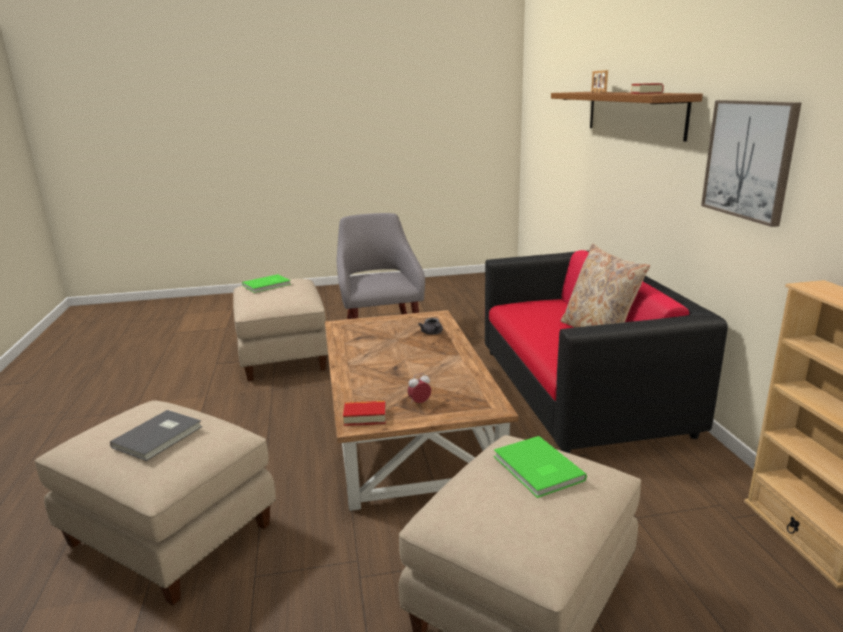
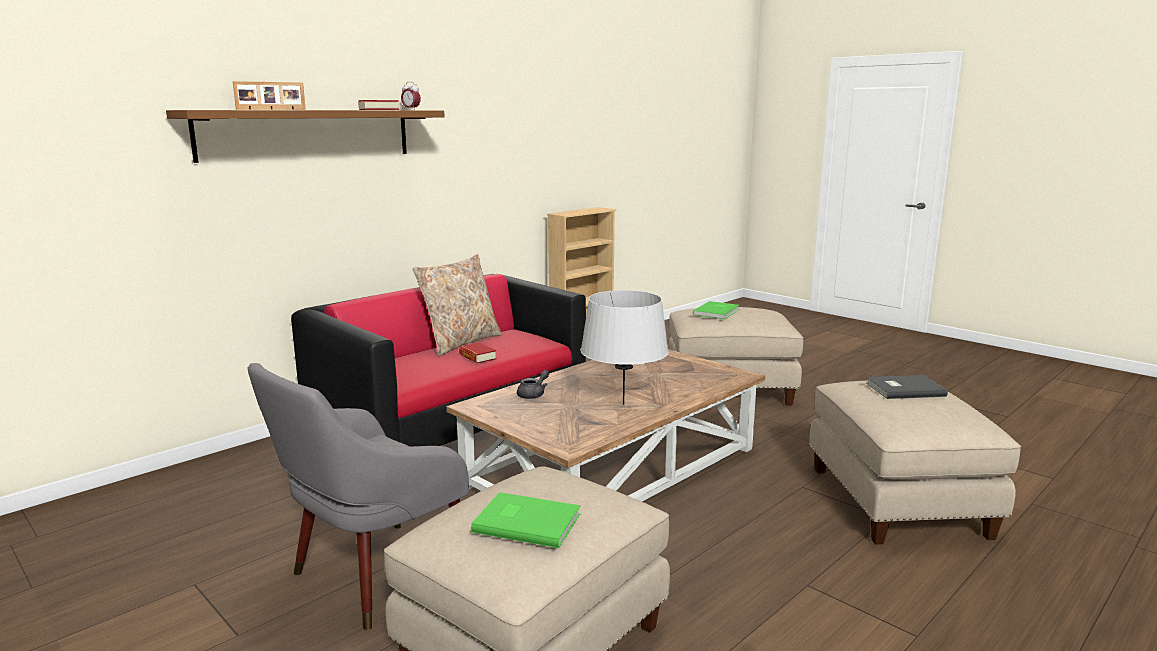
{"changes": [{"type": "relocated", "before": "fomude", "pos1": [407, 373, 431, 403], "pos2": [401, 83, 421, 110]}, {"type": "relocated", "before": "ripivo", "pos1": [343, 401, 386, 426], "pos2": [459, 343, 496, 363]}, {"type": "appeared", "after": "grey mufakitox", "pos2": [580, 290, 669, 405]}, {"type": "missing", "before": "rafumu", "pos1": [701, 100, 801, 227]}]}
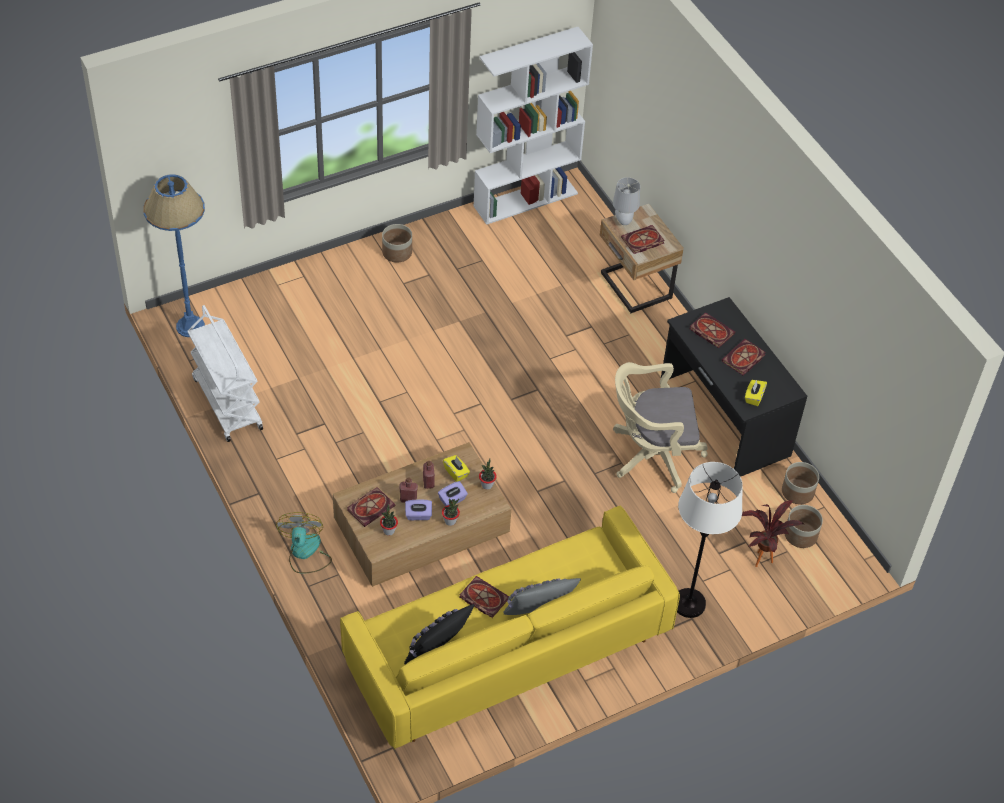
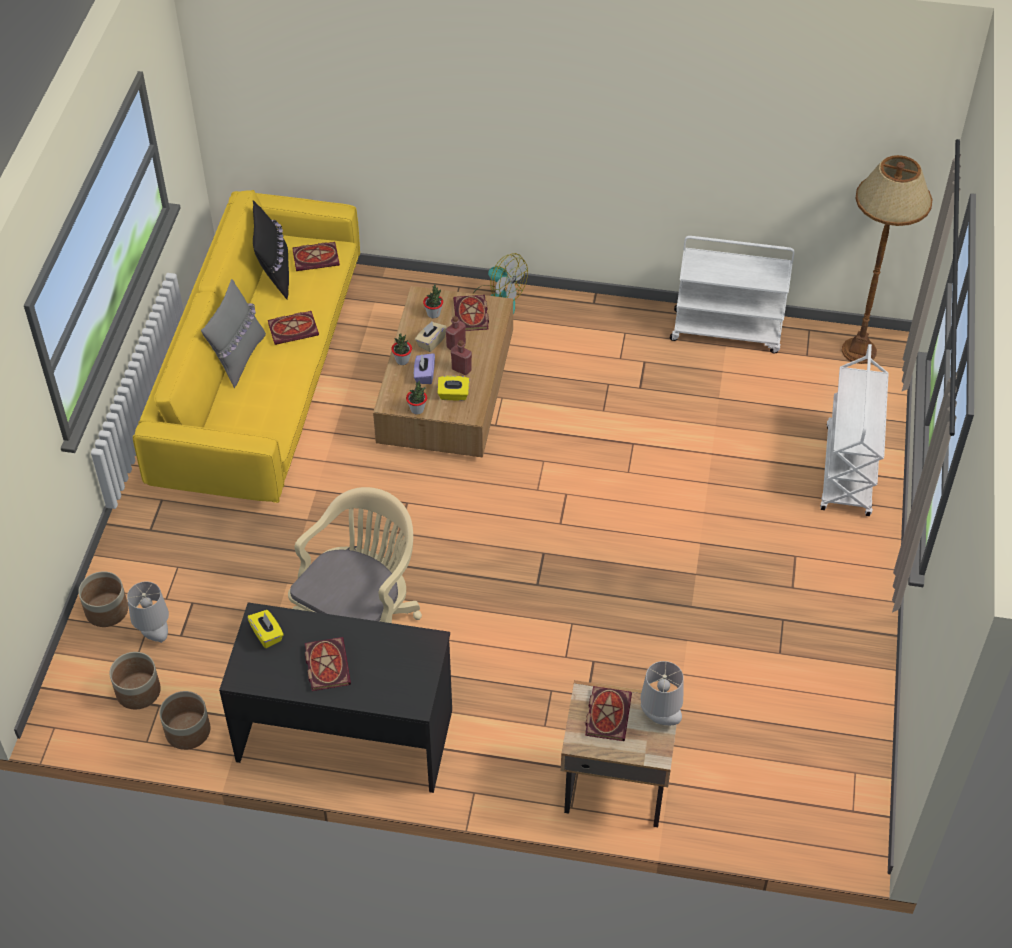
{"changes": [{"type": "relocated", "before": "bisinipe", "pos1": [382, 224, 412, 263], "pos2": [78, 571, 128, 627]}, {"type": "exchanged", "before": "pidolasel", "after": "grey mufakitox", "pos1": [742, 500, 804, 567], "pos2": [127, 581, 169, 643]}, {"type": "relocated", "before": "ripivo", "pos1": [689, 312, 735, 348], "pos2": [292, 242, 340, 271]}, {"type": "colour", "before": "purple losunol", "after": "beige losunol", "pos1": [405, 499, 432, 520], "pos2": [415, 321, 447, 352]}, {"type": "appeared", "after": "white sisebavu", "pos2": [820, 344, 889, 516]}, {"type": "colour", "before": "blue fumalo", "after": "brown fumalo", "pos1": [144, 174, 205, 337], "pos2": [842, 155, 932, 364]}, {"type": "missing", "before": "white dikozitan", "pos1": [473, 27, 593, 225]}, {"type": "missing", "before": "white fumalo", "pos1": [677, 462, 743, 618]}]}
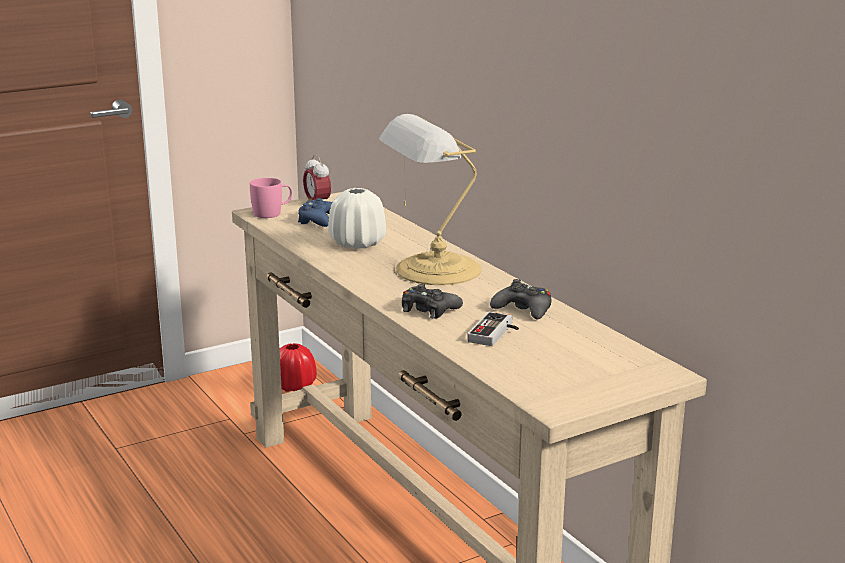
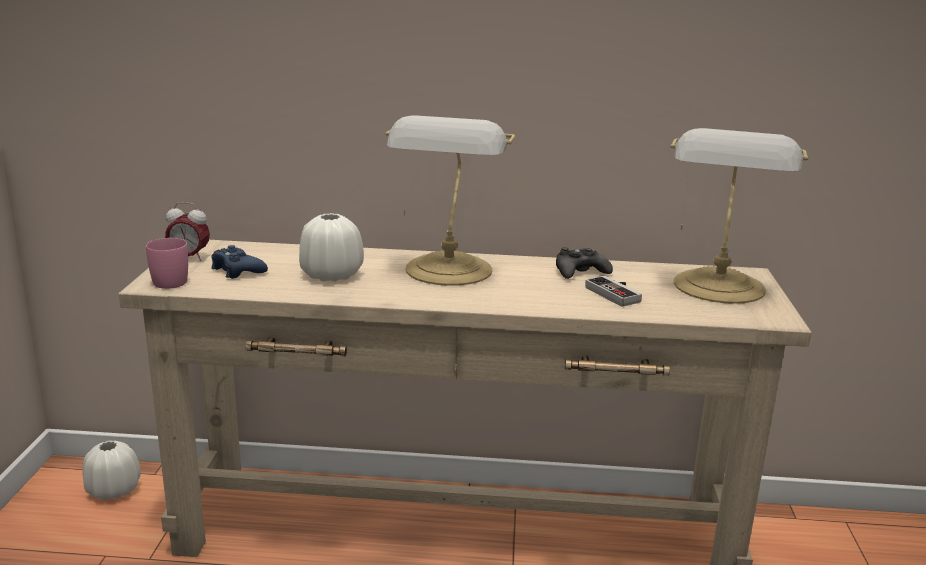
{"changes": [{"type": "colour", "before": "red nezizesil", "after": "white nezizesil", "pos1": [279, 343, 317, 392], "pos2": [82, 441, 141, 501]}, {"type": "appeared", "after": "mufakitox", "pos2": [670, 128, 809, 304]}, {"type": "missing", "before": "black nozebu", "pos1": [402, 284, 463, 319]}]}
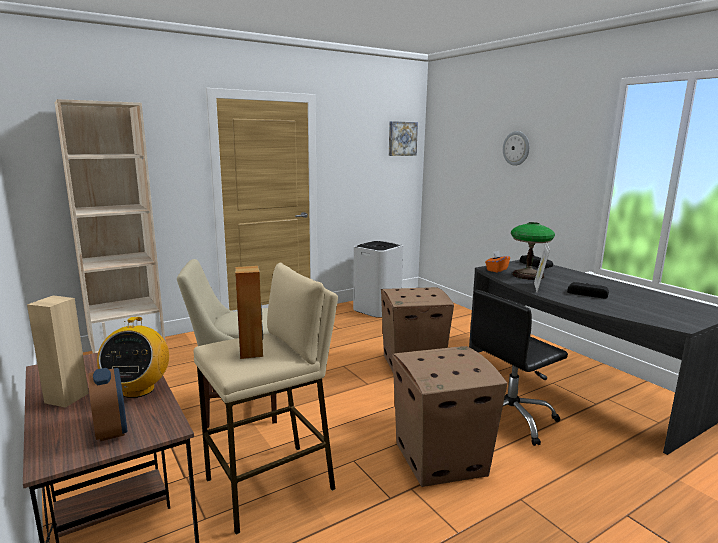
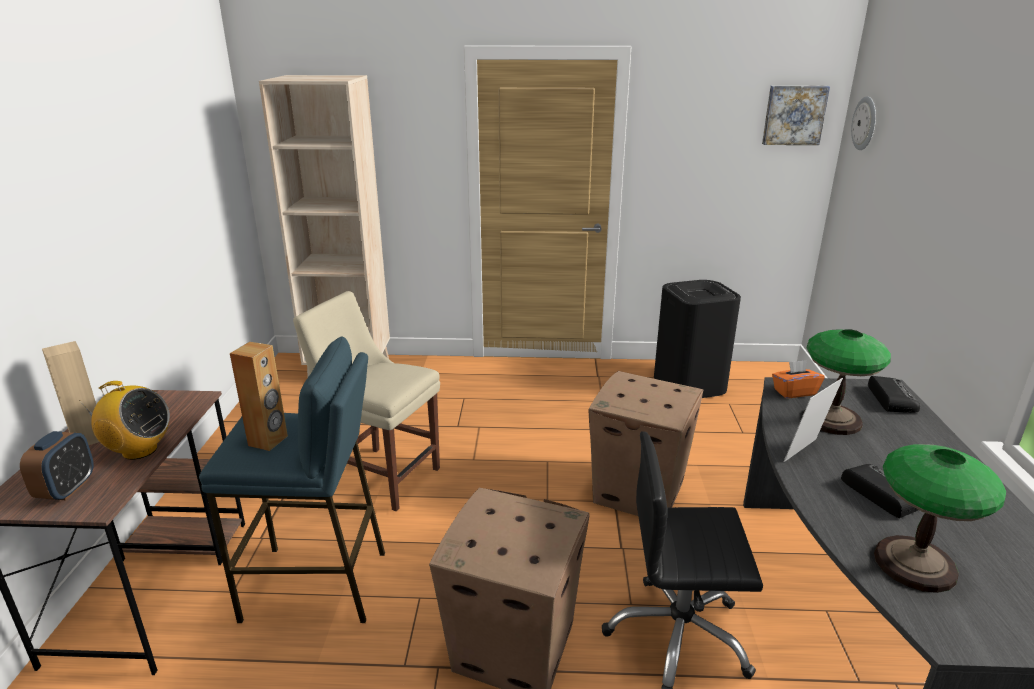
{"changes": [{"type": "spun", "before": "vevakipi", "pos1": [97, 317, 169, 398], "pos2": [79, 381, 170, 460], "turn": -105}, {"type": "colour", "before": "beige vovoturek", "after": "blue vovoturek", "pos1": [194, 263, 338, 535], "pos2": [199, 337, 385, 623]}, {"type": "colour", "before": "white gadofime", "after": "black gadofime", "pos1": [353, 241, 403, 318], "pos2": [654, 280, 741, 398]}, {"type": "relocated", "before": "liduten", "pos1": [503, 131, 530, 166], "pos2": [851, 96, 876, 150]}, {"type": "appeared", "after": "mufakitox", "pos2": [874, 444, 1006, 593]}]}
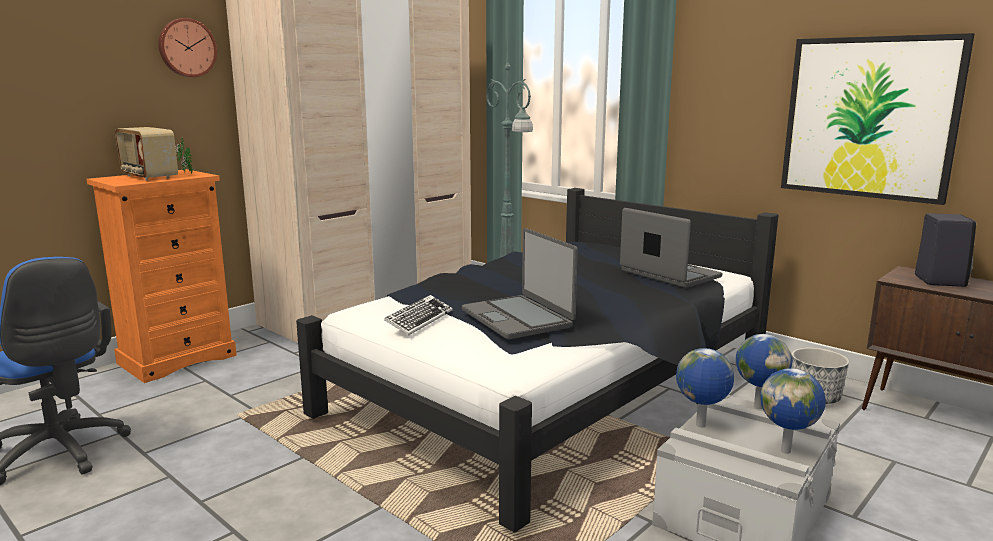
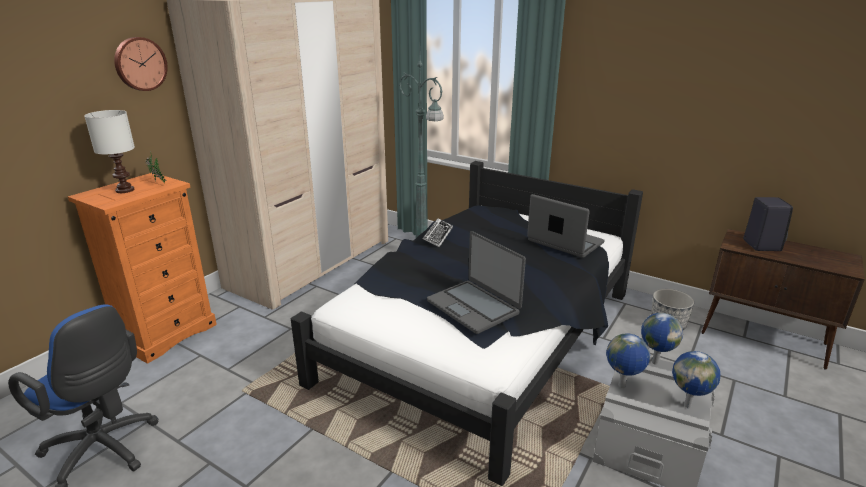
{"changes": [{"type": "exchanged", "before": "vevakipi", "after": "white mufakitox", "pos1": [115, 127, 178, 181], "pos2": [84, 110, 135, 193]}, {"type": "relocated", "before": "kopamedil", "pos1": [384, 295, 453, 335], "pos2": [423, 218, 453, 247]}, {"type": "missing", "before": "rafumu", "pos1": [781, 33, 974, 205]}]}
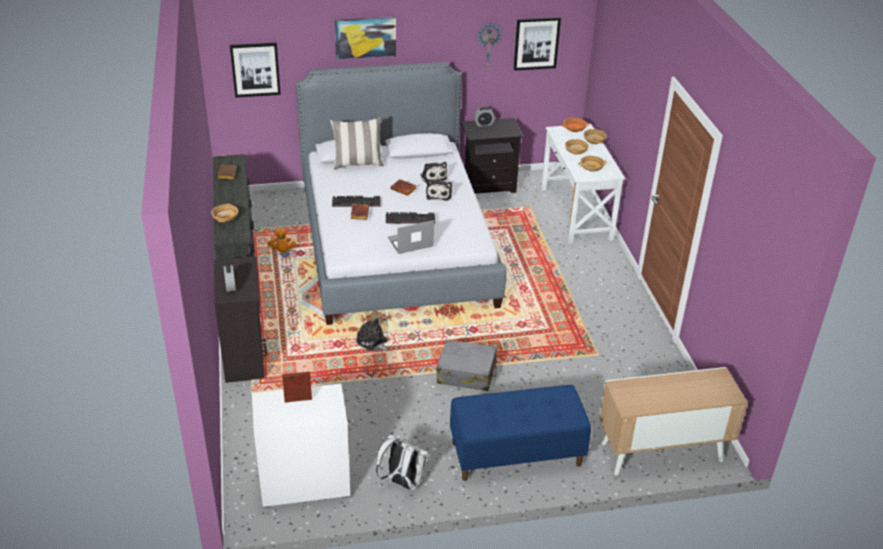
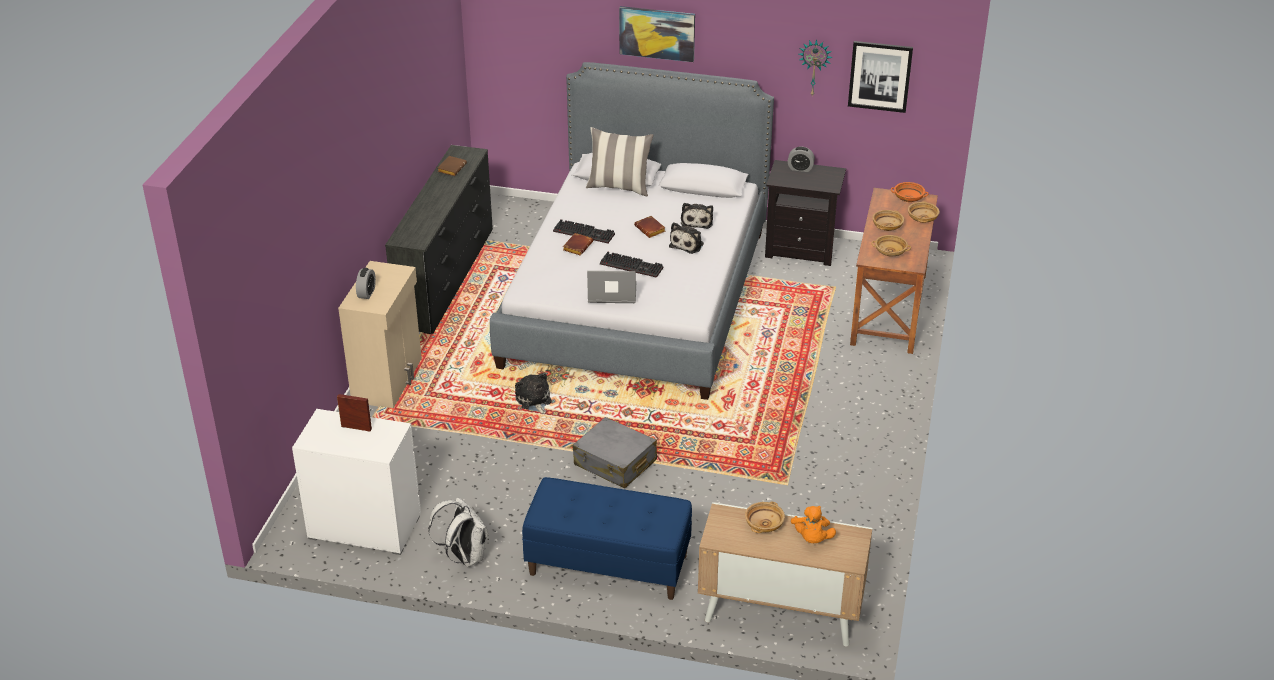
{"changes": [{"type": "colour", "before": "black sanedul", "after": "beige sanedul", "pos1": [214, 256, 267, 383], "pos2": [338, 261, 422, 408]}, {"type": "relocated", "before": "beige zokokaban", "pos1": [211, 204, 238, 222], "pos2": [745, 502, 785, 533]}, {"type": "relocated", "before": "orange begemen", "pos1": [267, 229, 296, 252], "pos2": [791, 506, 836, 543]}, {"type": "colour", "before": "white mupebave", "after": "brown mupebave", "pos1": [541, 124, 625, 244], "pos2": [850, 188, 938, 354]}, {"type": "missing", "before": "rafumu", "pos1": [230, 43, 281, 98]}]}
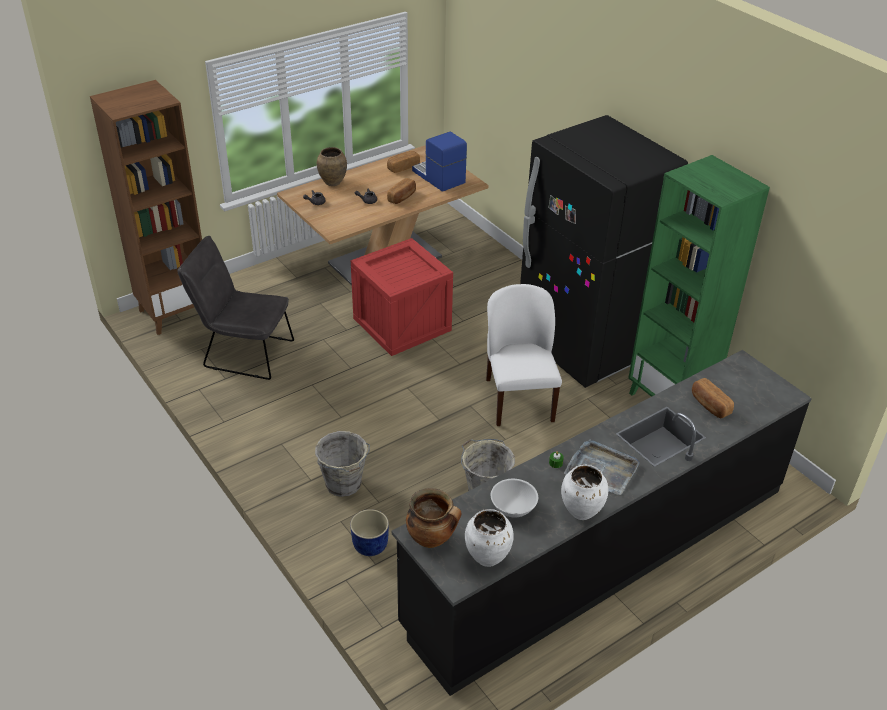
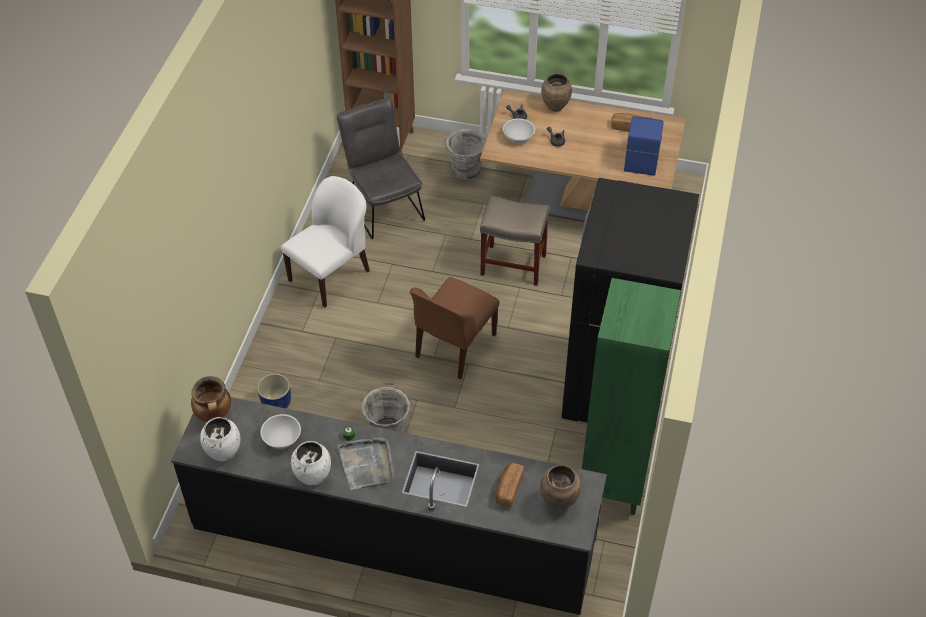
{"changes": [{"type": "relocated", "before": "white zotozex", "pos1": [486, 284, 562, 426], "pos2": [281, 176, 370, 307]}, {"type": "appeared", "after": "brown zotozex", "pos2": [410, 277, 500, 380]}, {"type": "relocated", "before": "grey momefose", "pos1": [315, 431, 370, 497], "pos2": [444, 129, 486, 180]}, {"type": "exchanged", "before": "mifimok", "after": "beige vovoturek", "pos1": [351, 238, 453, 356], "pos2": [480, 195, 549, 286]}, {"type": "appeared", "after": "white zokokaban", "pos2": [503, 118, 535, 144]}, {"type": "appeared", "after": "brown nezizesil", "pos2": [540, 465, 581, 509]}, {"type": "missing", "before": "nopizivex", "pos1": [387, 178, 416, 204]}]}
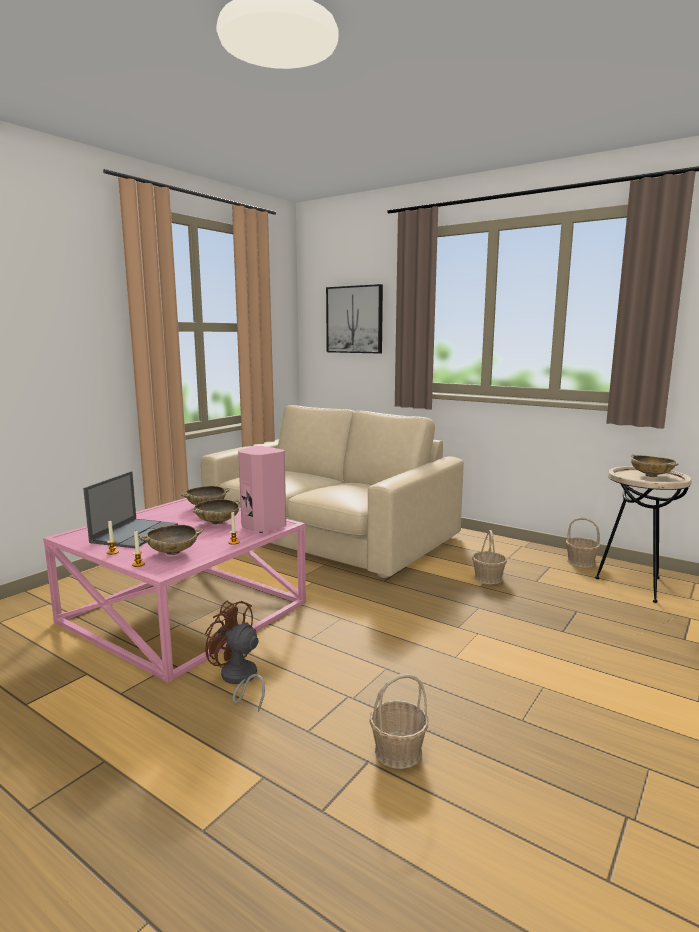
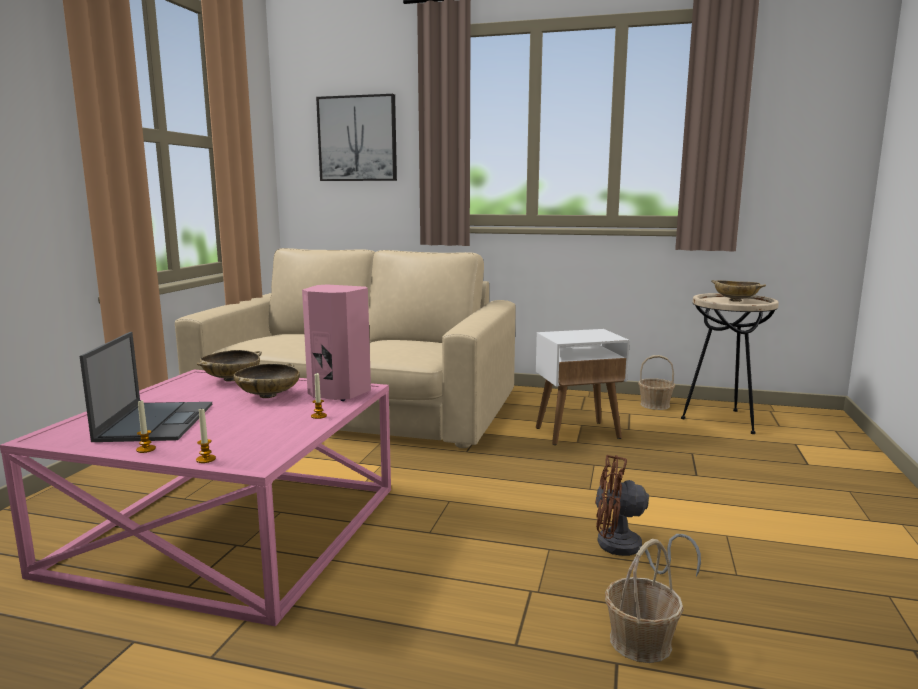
{"changes": [{"type": "exchanged", "before": "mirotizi", "after": "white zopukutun", "pos1": [472, 530, 507, 584], "pos2": [536, 329, 630, 445]}, {"type": "relocated", "before": "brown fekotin", "pos1": [205, 600, 265, 712], "pos2": [595, 455, 701, 577]}, {"type": "missing", "before": "beige zokokaban", "pos1": [139, 525, 203, 555]}]}
